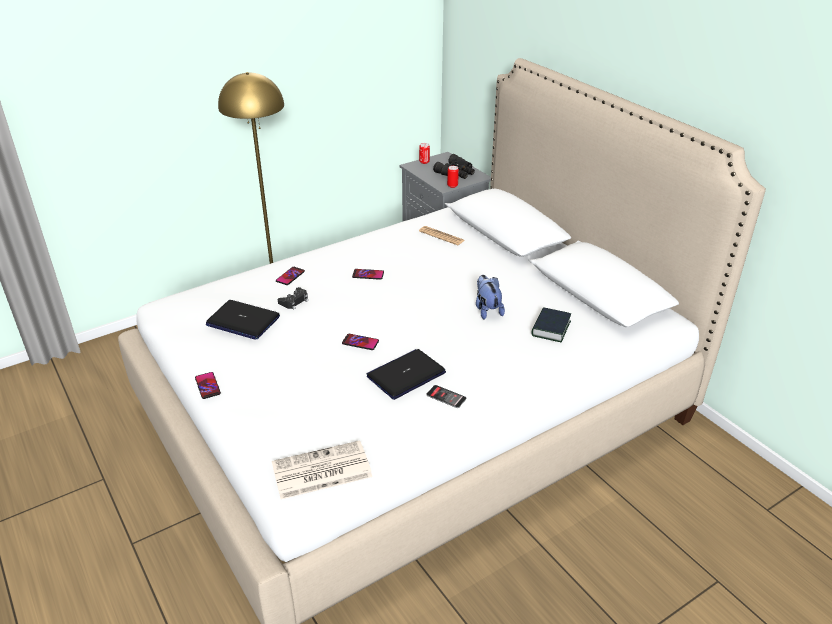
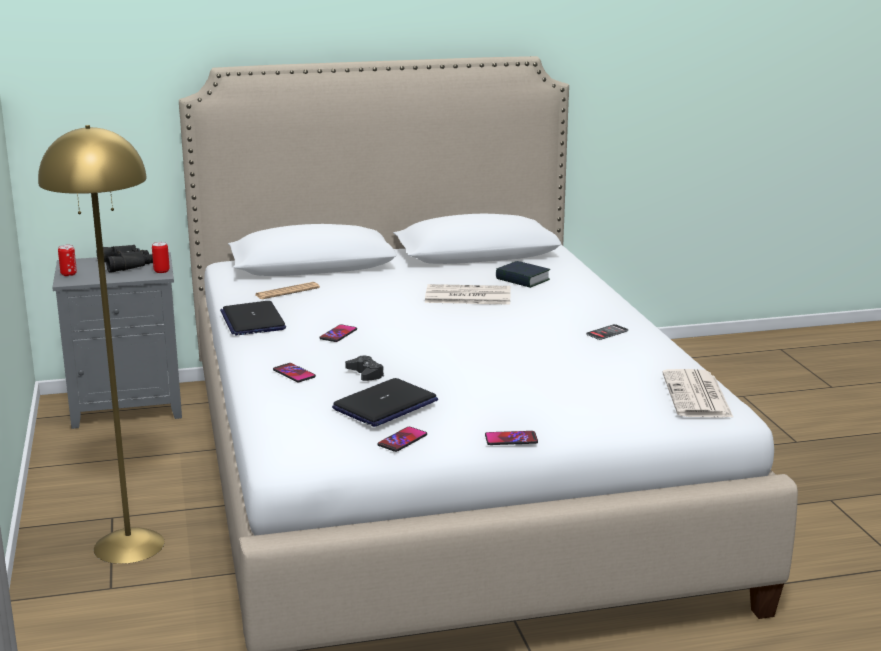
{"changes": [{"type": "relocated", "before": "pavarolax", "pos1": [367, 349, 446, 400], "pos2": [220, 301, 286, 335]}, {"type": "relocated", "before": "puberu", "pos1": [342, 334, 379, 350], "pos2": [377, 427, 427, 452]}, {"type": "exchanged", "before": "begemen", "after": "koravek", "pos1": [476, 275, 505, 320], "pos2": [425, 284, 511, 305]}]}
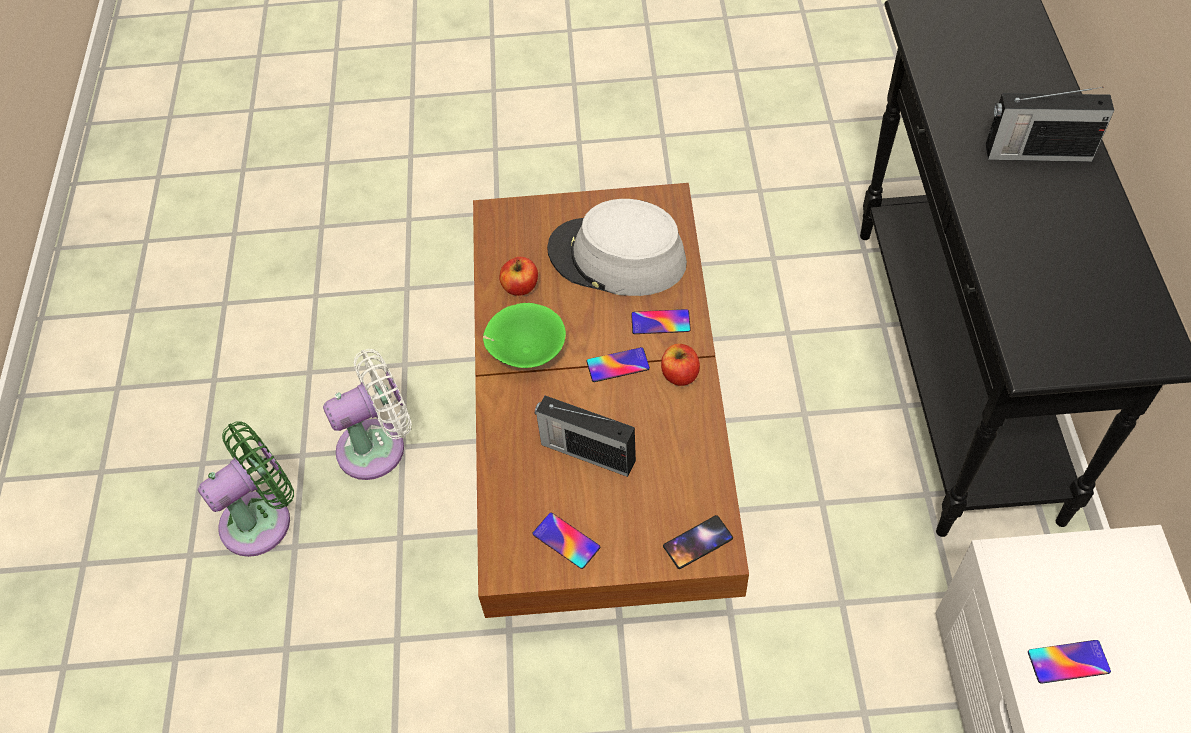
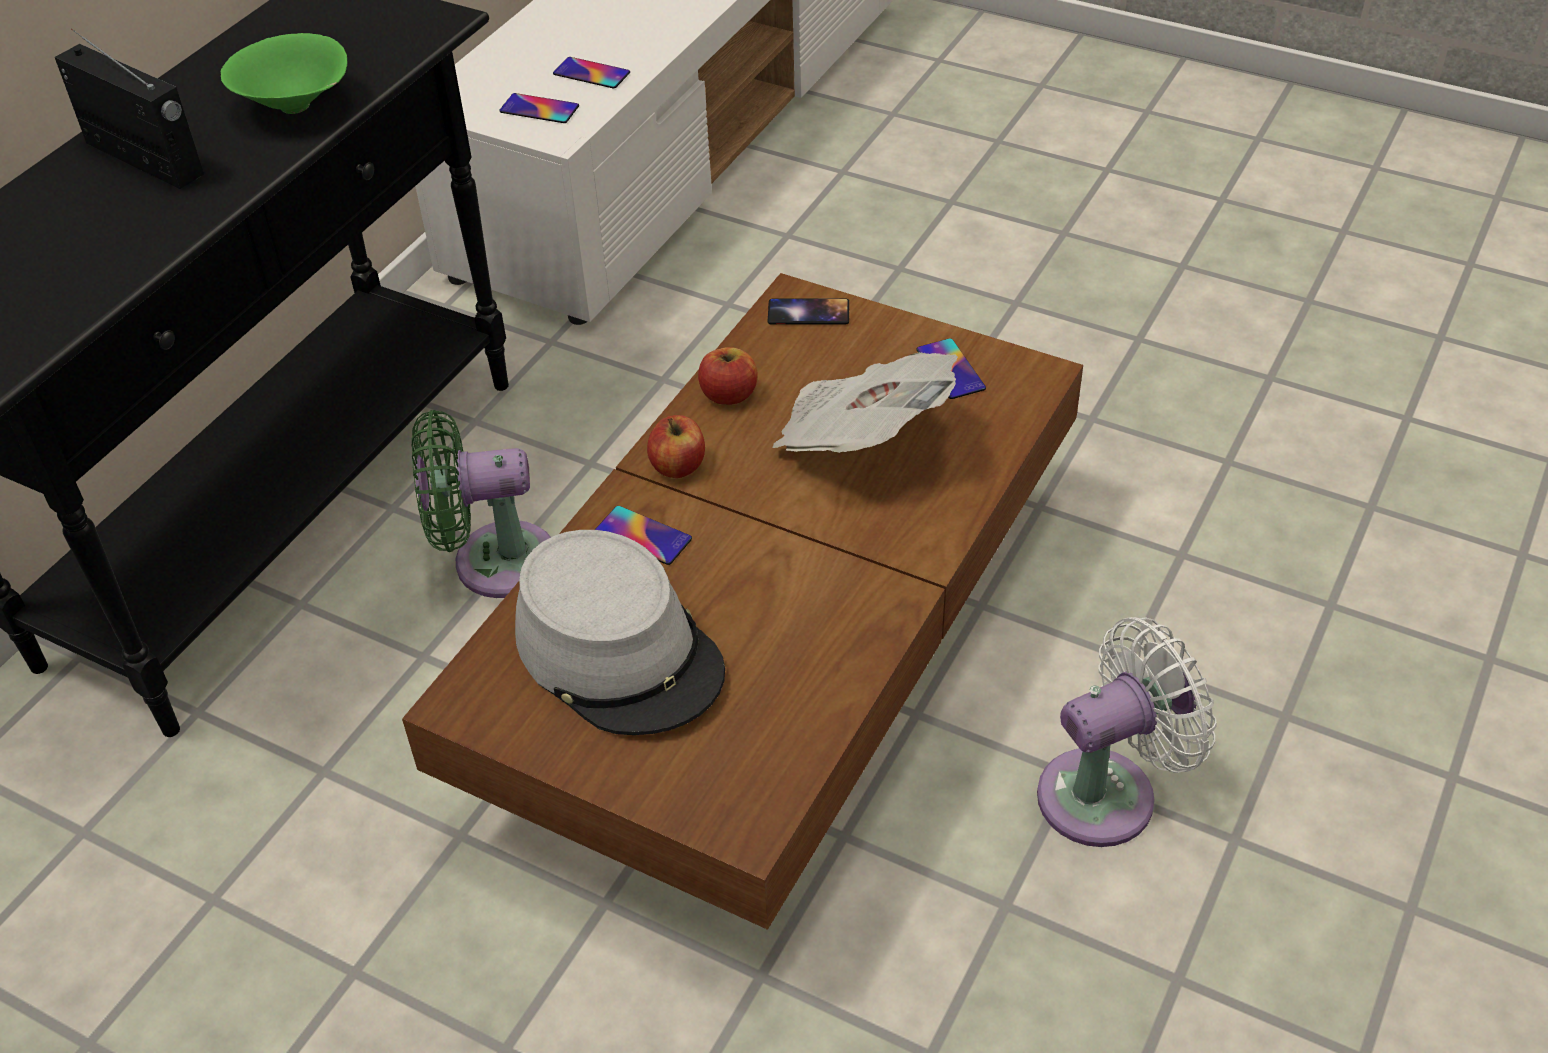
{"changes": [{"type": "relocated", "before": "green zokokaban", "pos1": [483, 303, 566, 368], "pos2": [221, 33, 347, 114]}, {"type": "relocated", "before": "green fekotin", "pos1": [198, 422, 294, 557], "pos2": [412, 410, 551, 598]}, {"type": "relocated", "before": "puberu", "pos1": [587, 347, 650, 382], "pos2": [499, 93, 579, 123]}, {"type": "relocated", "before": "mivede", "pos1": [499, 257, 538, 296], "pos2": [698, 347, 758, 405]}, {"type": "exchanged", "before": "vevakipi", "after": "koravek", "pos1": [535, 396, 636, 477], "pos2": [772, 352, 958, 453]}, {"type": "spun", "before": "white fekotin", "pos1": [323, 349, 412, 480], "pos2": [1037, 617, 1217, 847], "turn": 150}]}
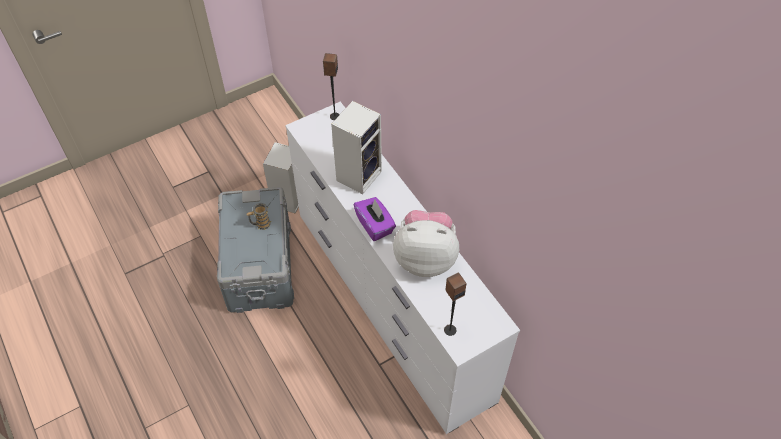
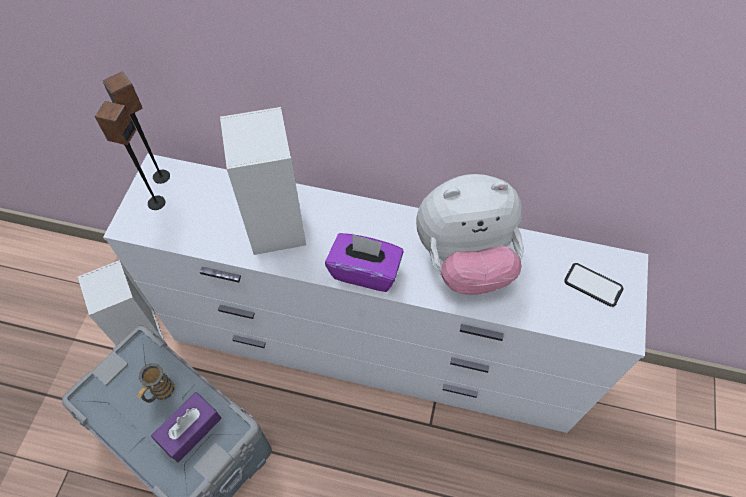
{"changes": [{"type": "relocated", "before": "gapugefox", "pos1": [444, 272, 467, 336], "pos2": [94, 101, 165, 210]}, {"type": "appeared", "after": "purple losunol", "pos2": [151, 392, 221, 462]}, {"type": "spun", "before": "begemen", "pos1": [393, 210, 459, 277], "pos2": [416, 174, 524, 295], "turn": -150}, {"type": "appeared", "after": "puberu", "pos2": [564, 263, 623, 307]}]}
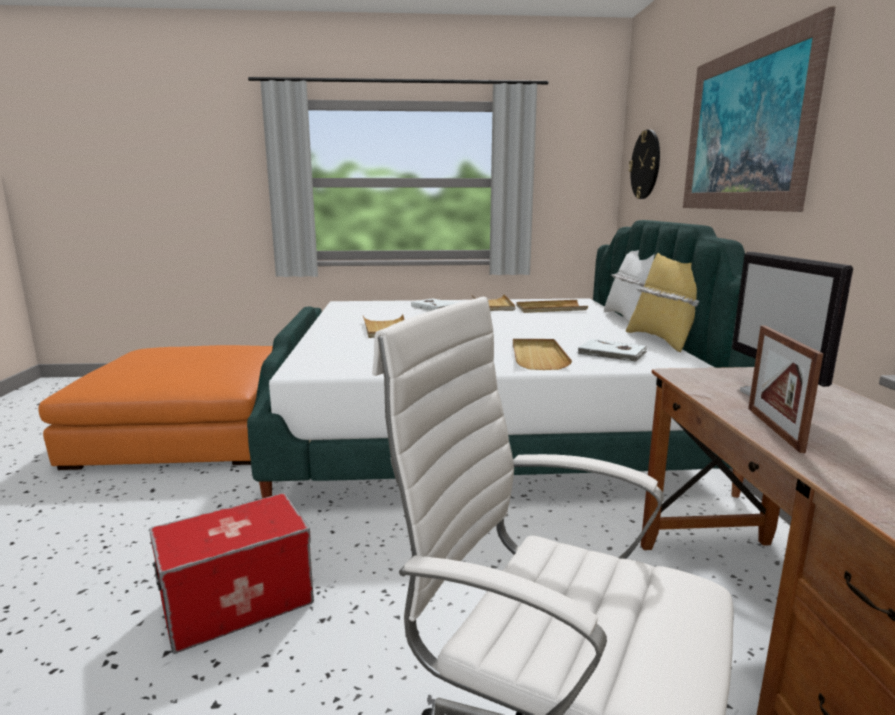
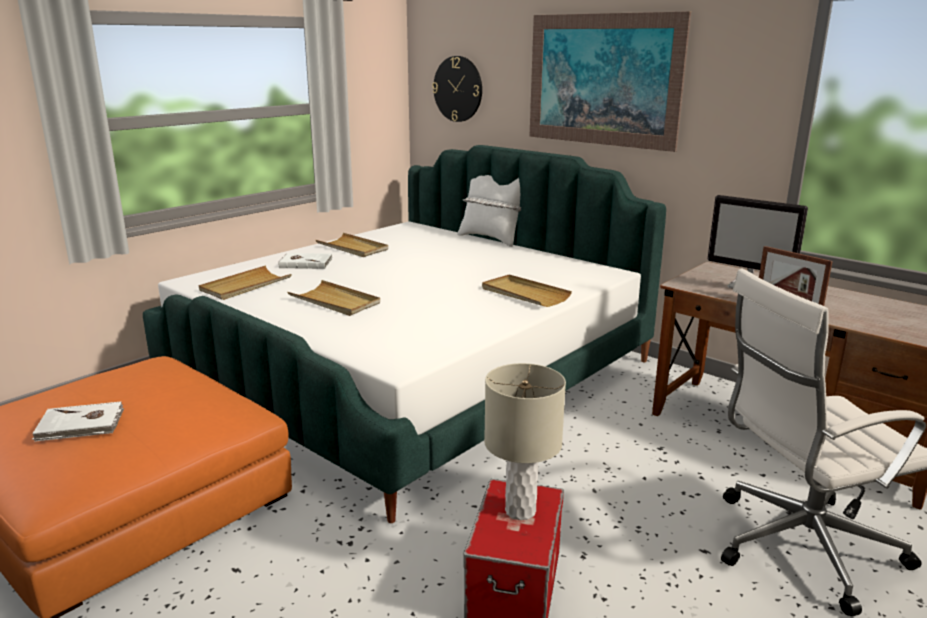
{"changes": [{"type": "relocated", "before": "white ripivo", "pos1": [577, 339, 647, 362], "pos2": [32, 402, 124, 442]}, {"type": "relocated", "before": "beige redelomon", "pos1": [516, 300, 588, 313], "pos2": [199, 265, 292, 300]}, {"type": "appeared", "after": "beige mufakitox", "pos2": [484, 363, 566, 520]}, {"type": "missing", "before": "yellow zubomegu", "pos1": [626, 253, 699, 352]}]}
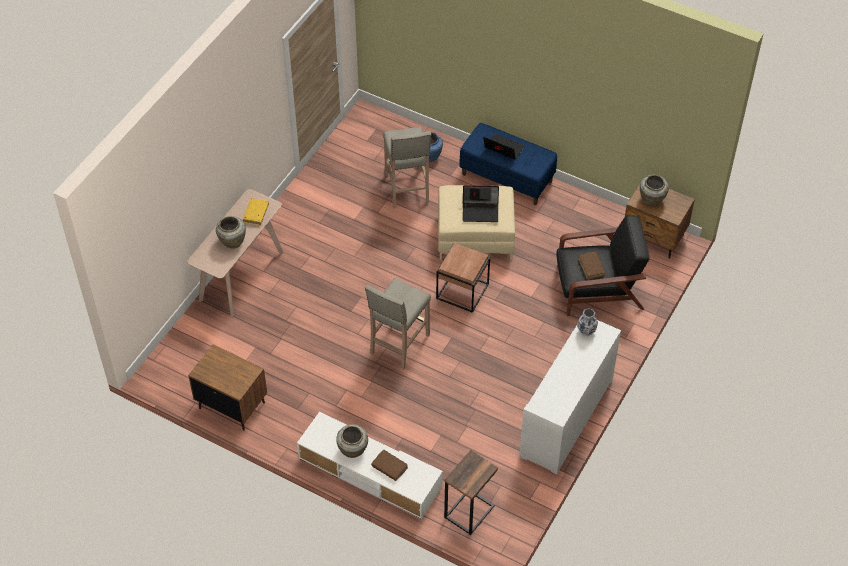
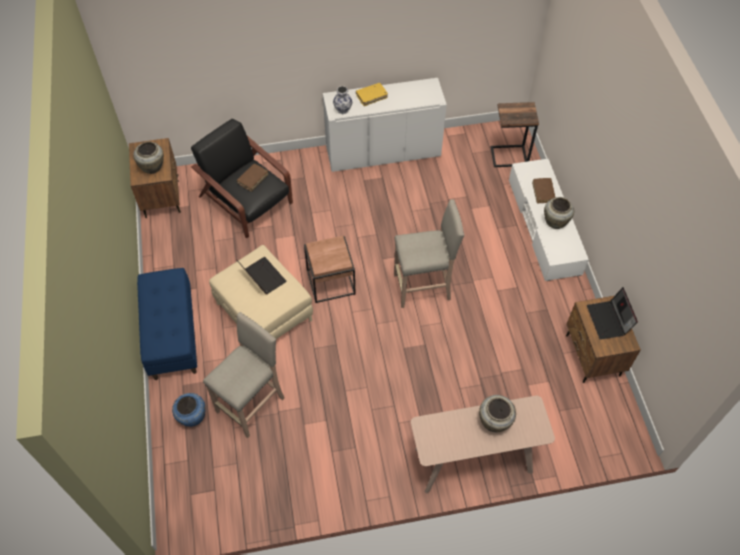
{"changes": [{"type": "relocated", "before": "yellow ripivo", "pos1": [243, 198, 269, 225], "pos2": [356, 83, 388, 106]}, {"type": "relocated", "before": "pavarolax", "pos1": [483, 134, 525, 160], "pos2": [587, 287, 638, 340]}]}
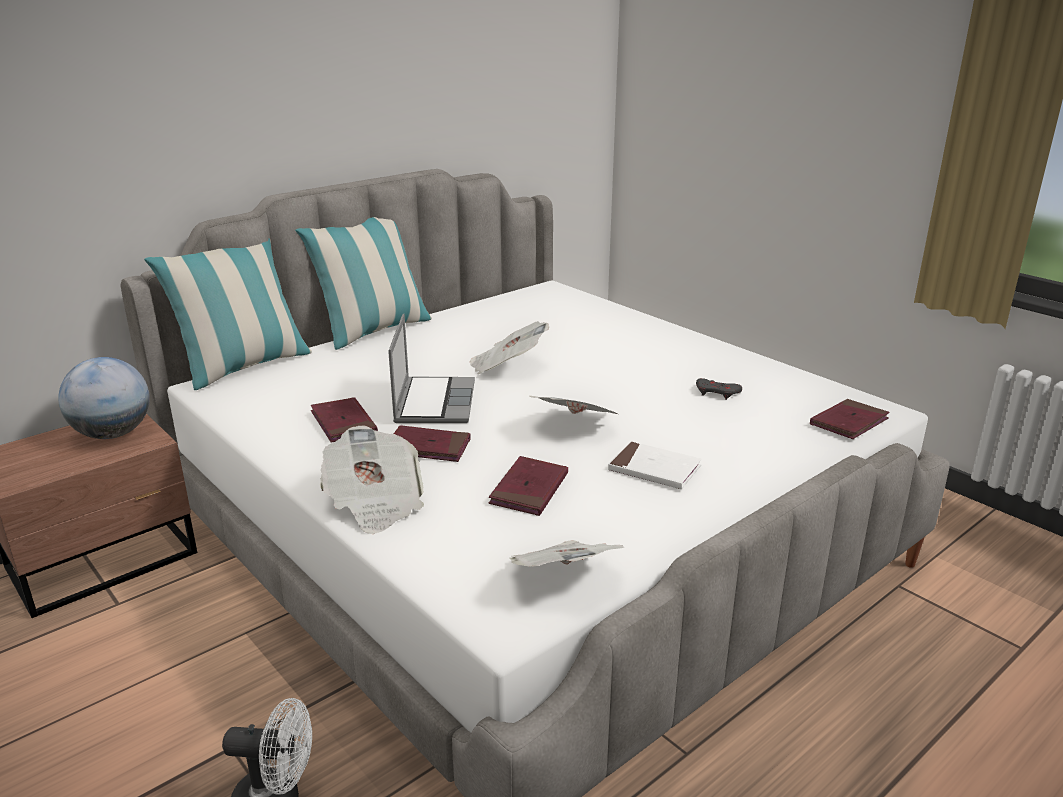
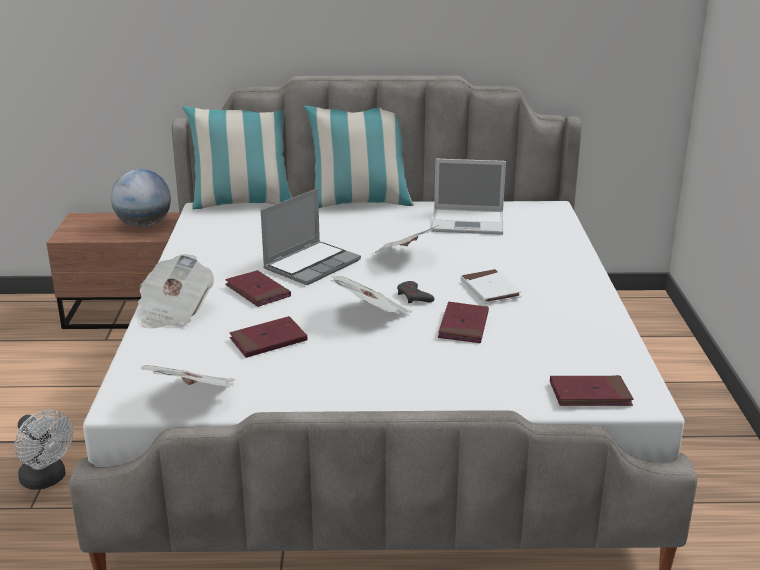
{"changes": [{"type": "relocated", "before": "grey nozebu", "pos1": [696, 378, 742, 400], "pos2": [397, 281, 434, 303]}, {"type": "appeared", "after": "pavarolax", "pos2": [431, 159, 506, 235]}, {"type": "relocated", "before": "red ripivo", "pos1": [311, 397, 378, 443], "pos2": [438, 302, 489, 343]}, {"type": "relocated", "before": "white ripivo", "pos1": [608, 441, 702, 489], "pos2": [461, 269, 521, 304]}]}
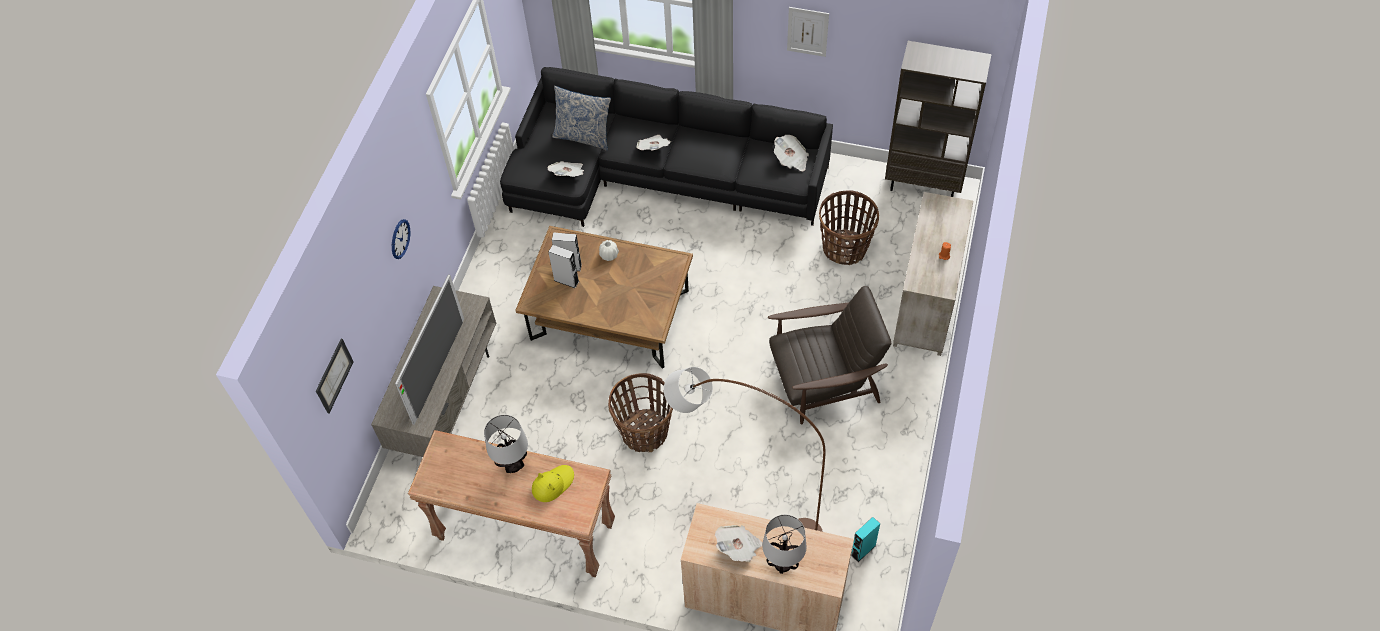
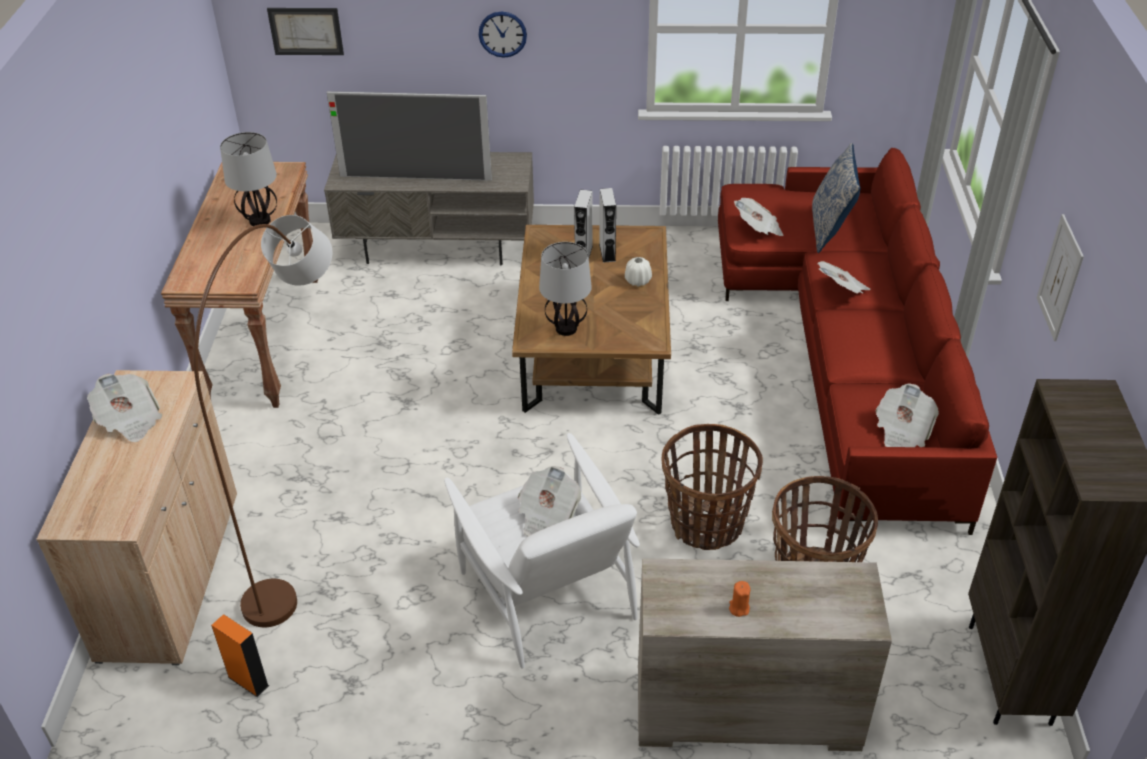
{"changes": [{"type": "colour", "before": "turquoise gapugefox", "after": "orange gapugefox", "pos1": [851, 517, 880, 562], "pos2": [211, 614, 269, 697]}, {"type": "colour", "before": "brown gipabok", "after": "white gipabok", "pos1": [768, 286, 892, 424], "pos2": [444, 433, 640, 669]}, {"type": "appeared", "after": "koravek", "pos2": [518, 466, 581, 537]}, {"type": "relocated", "before": "mufakitox", "pos1": [762, 515, 807, 574], "pos2": [539, 242, 592, 336]}, {"type": "relocated", "before": "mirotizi", "pos1": [608, 373, 673, 452], "pos2": [662, 424, 763, 550]}, {"type": "colour", "before": "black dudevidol", "after": "red dudevidol", "pos1": [500, 67, 833, 227], "pos2": [718, 148, 997, 535]}, {"type": "missing", "before": "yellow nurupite", "pos1": [532, 465, 574, 502]}]}
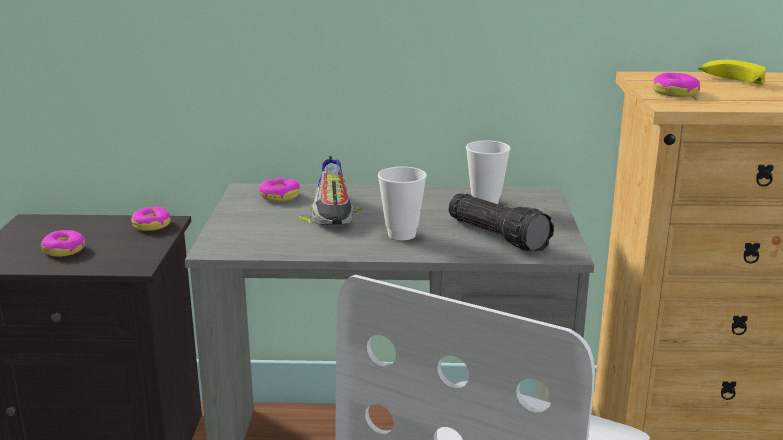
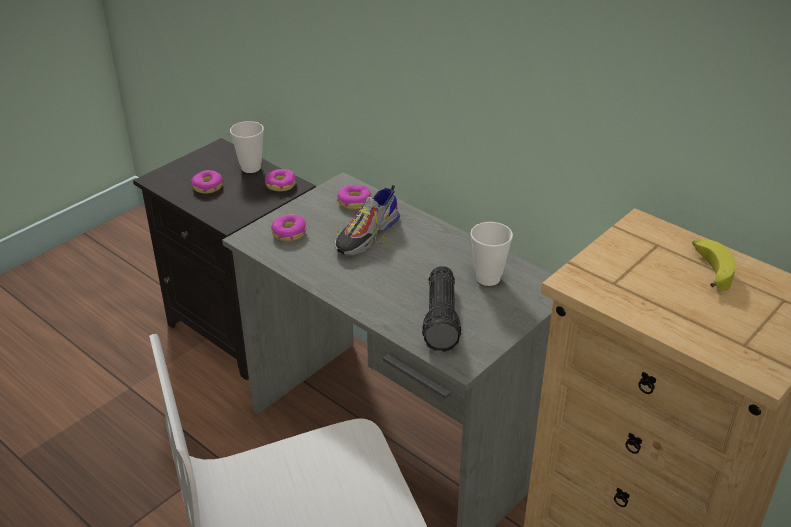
{"changes": [{"type": "relocated", "before": "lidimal", "pos1": [378, 167, 427, 240], "pos2": [230, 121, 264, 173]}, {"type": "relocated", "before": "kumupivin", "pos1": [653, 73, 700, 97], "pos2": [271, 214, 306, 241]}]}
